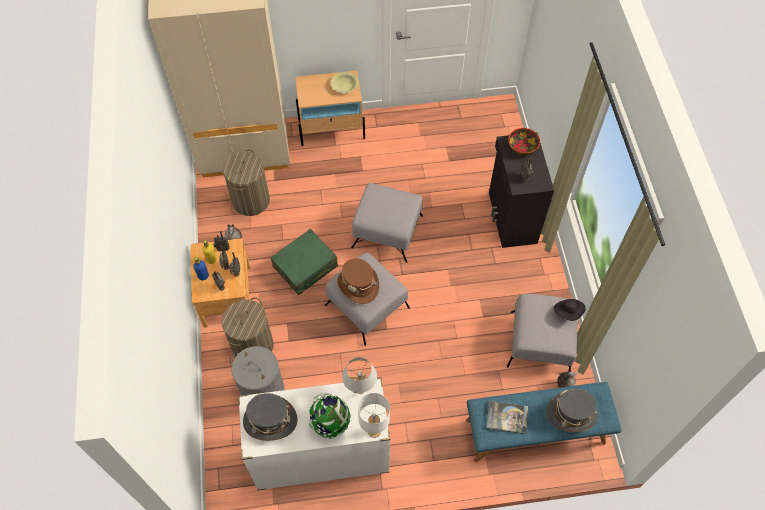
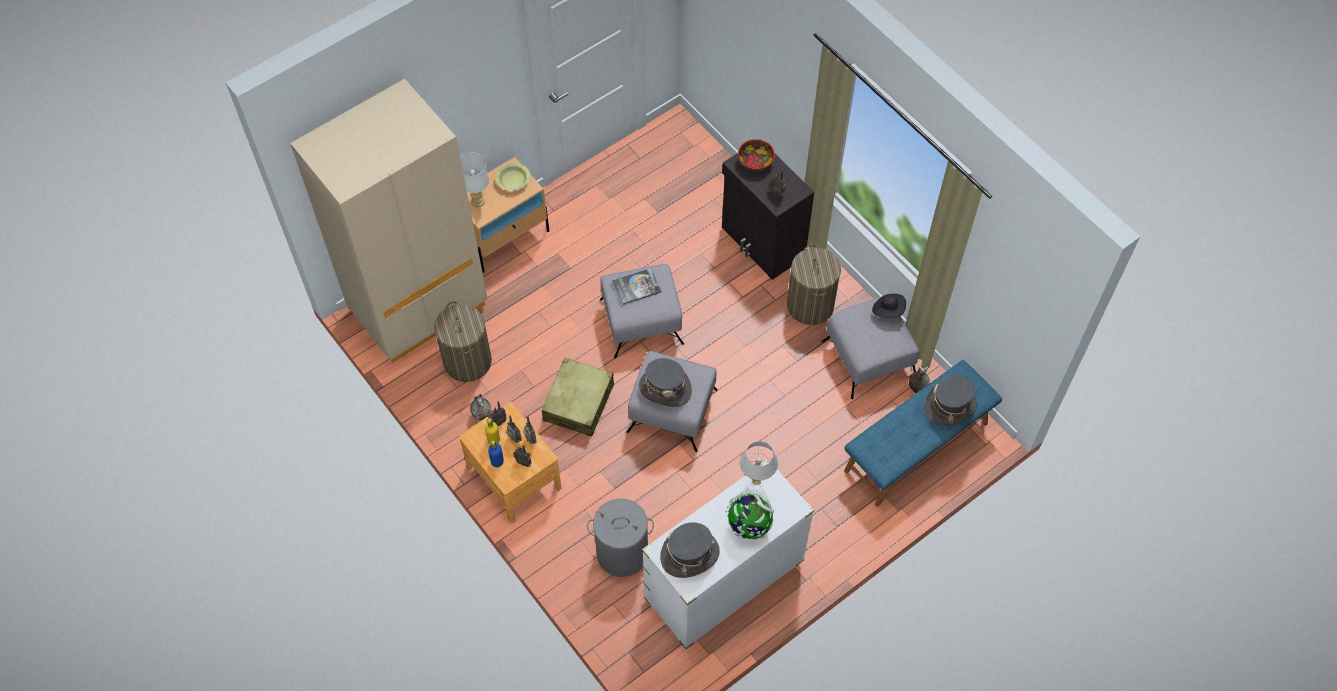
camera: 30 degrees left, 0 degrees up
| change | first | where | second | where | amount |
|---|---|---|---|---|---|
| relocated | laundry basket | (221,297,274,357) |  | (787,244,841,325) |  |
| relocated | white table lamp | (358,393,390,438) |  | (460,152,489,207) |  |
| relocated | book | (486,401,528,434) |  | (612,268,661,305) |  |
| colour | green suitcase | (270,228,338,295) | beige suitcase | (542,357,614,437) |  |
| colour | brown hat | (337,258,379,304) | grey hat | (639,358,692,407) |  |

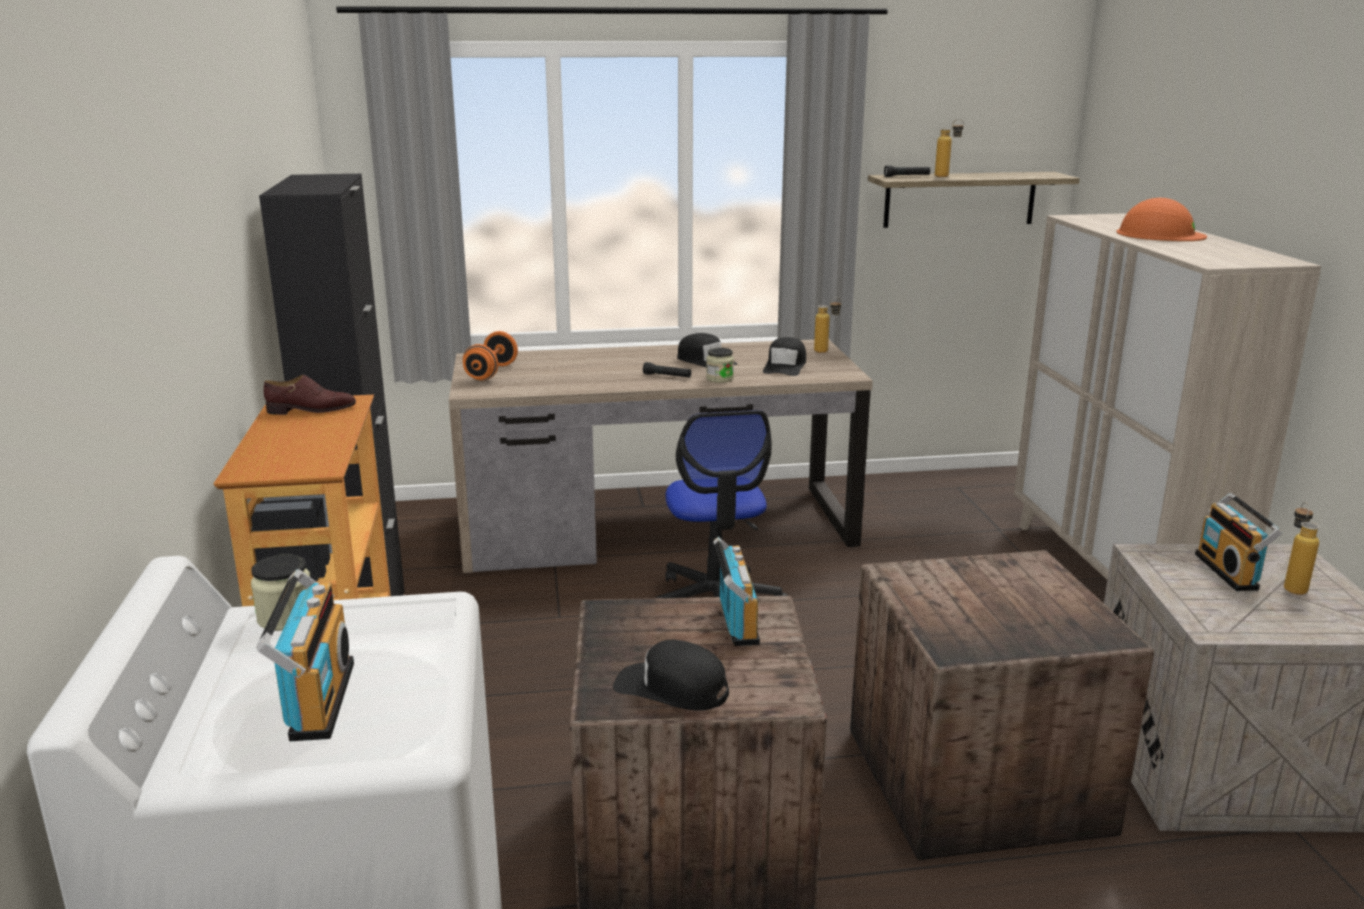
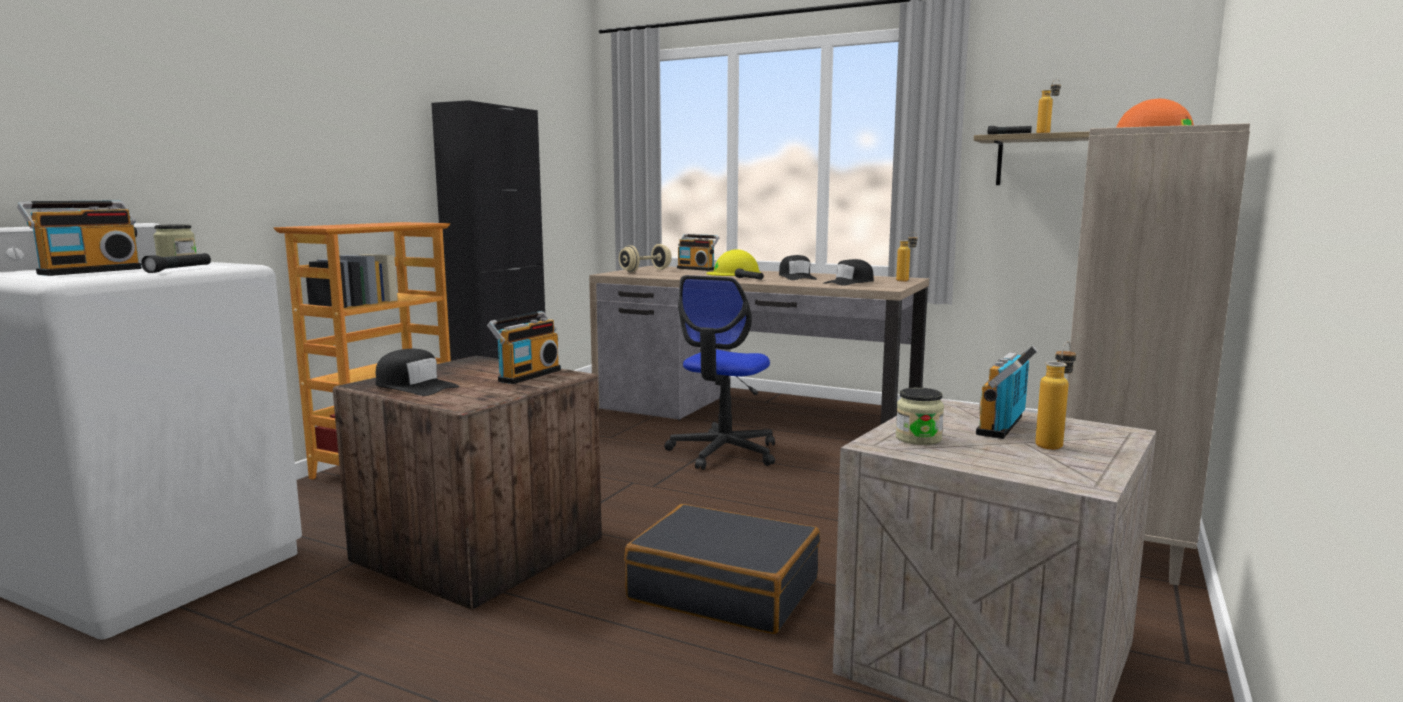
camera: 35 degrees right, 10 degrees down
| change | first | where | second | where | amount |
|---|---|---|---|---|---|
| missing | brown shoe | (264,375,356,415) |  |  |  |
| appeared |  |  | black flashlight | (141,253,211,273) |  |
| appeared |  |  | radio | (677,234,719,271) |  |
| appeared |  |  | yellow hard hat | (706,249,761,276) |  |
| relocated | jar | (706,348,734,383) |  | (896,388,944,445) |  |
| exchanged | crate | (850,550,1154,860) | black suitcase | (624,504,820,634) |  |
| colour | orange dumbbell | (463,331,518,381) | beige dumbbell | (619,244,672,272) |  |
| spun | black cap | (613,640,729,711) |  | (375,348,460,396) | 150 degrees clockwise |

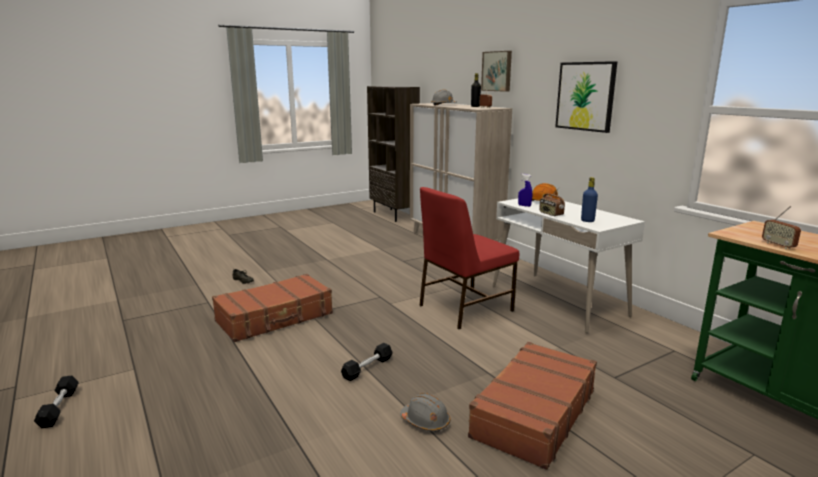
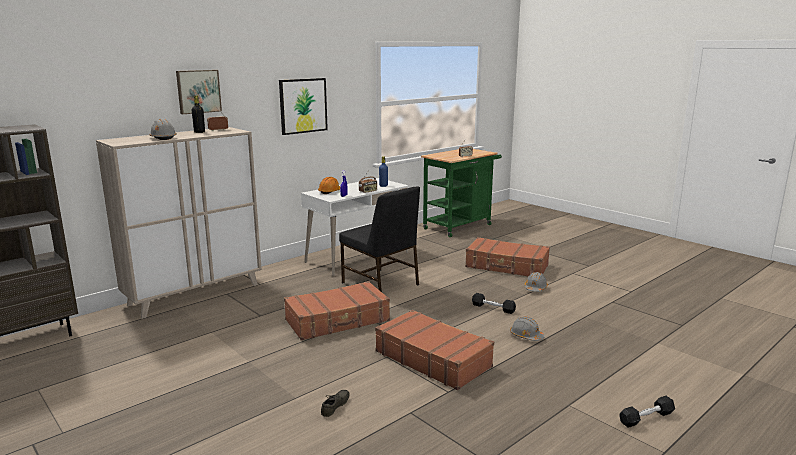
camera: 100 degrees left, 0 degrees up
| change | first | where | second | where | amount |
|---|---|---|---|---|---|
| appeared |  |  | brown suitcase | (284,281,390,340) |  |
| appeared |  |  | grey hard hat | (510,317,545,341) |  |
| colour | red chair | (419,187,519,329) | black chair | (339,187,420,292) |  |

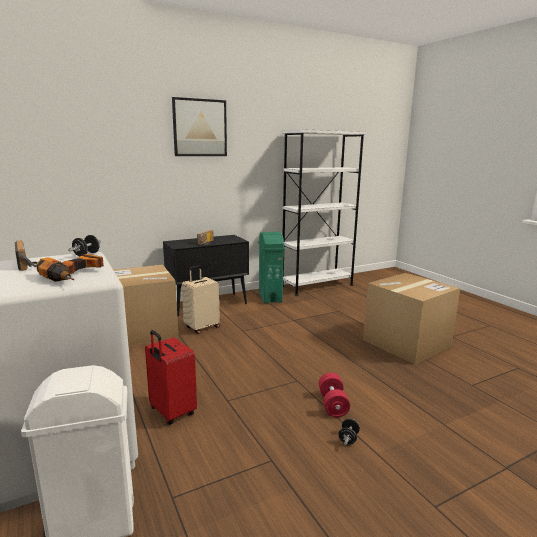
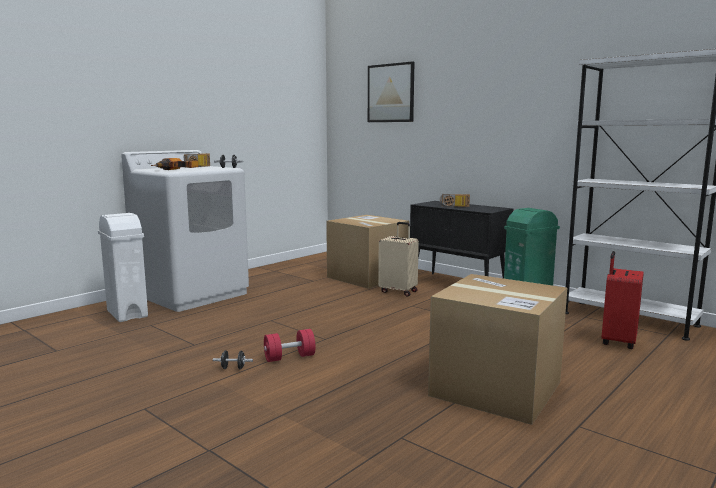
camera: 70 degrees right, 5 degrees down
| change | first | where | second | where | amount |
|---|---|---|---|---|---|
| relocated | red suitcase | (145,330,197,425) |  | (601,251,644,349) |  |
| relocated | picture | (172,97,227,156) |  | (368,61,414,122) |  |

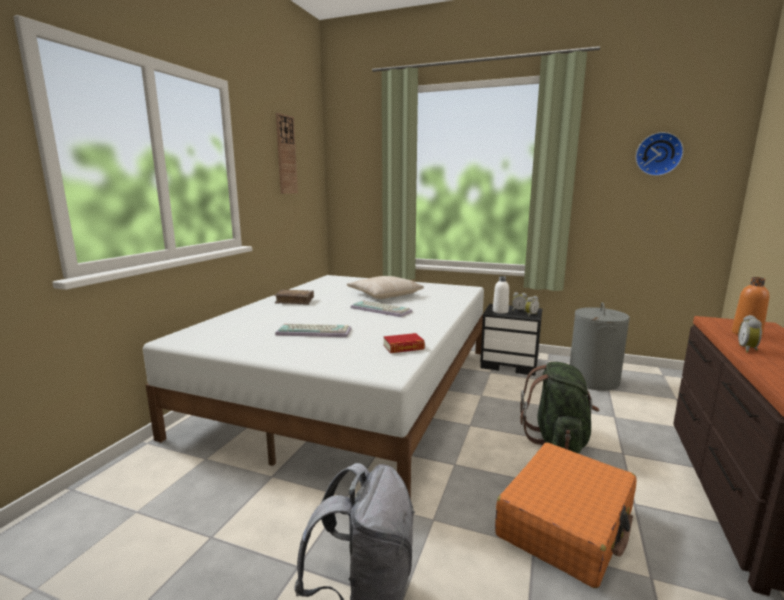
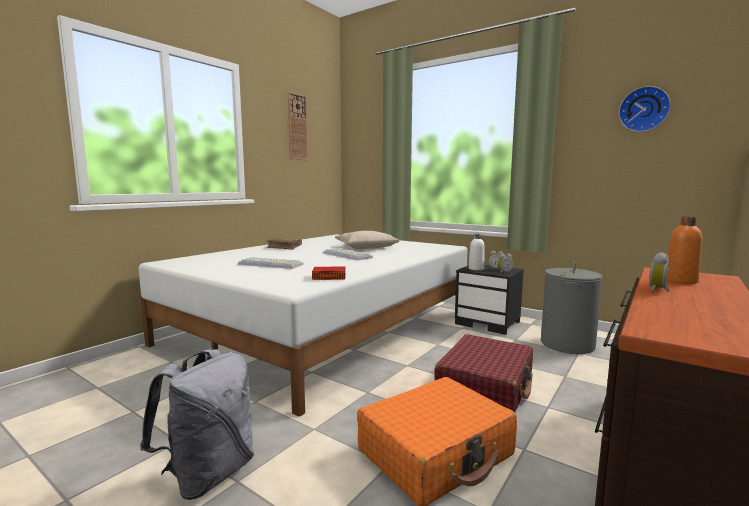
camera: 15 degrees right, 5 degrees down
| change | first | where | second | where | amount |
|---|---|---|---|---|---|
| exchanged | green backpack | (520,362,599,454) | red suitcase | (434,334,533,412) |  |

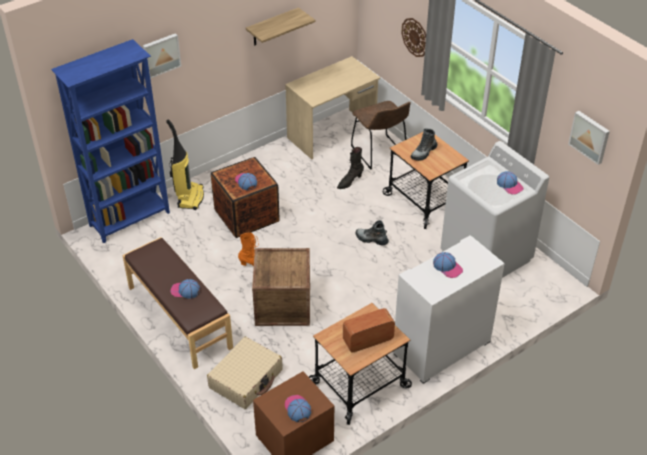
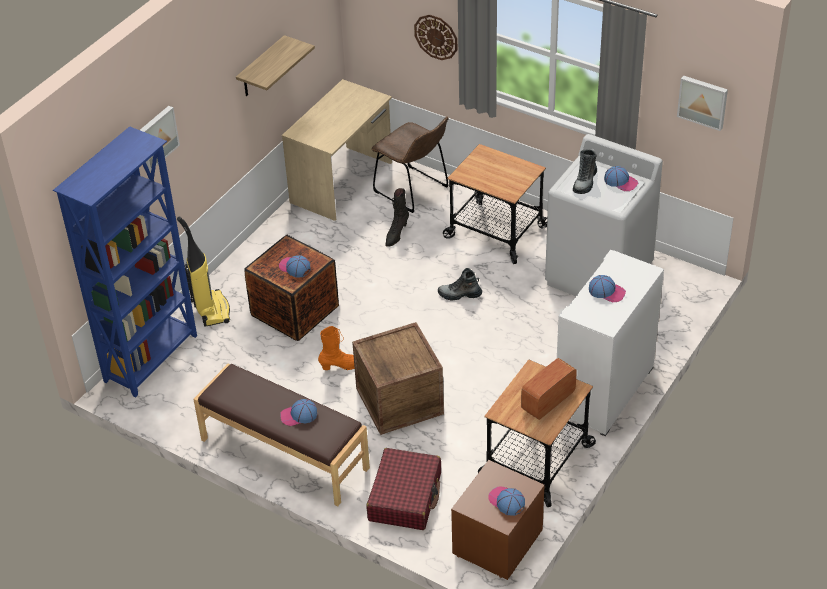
camera: 20 degrees left, 0 degrees up
| change | first | where | second | where | amount |
|---|---|---|---|---|---|
| relocated | boot | (410,129,437,161) |  | (573,149,597,194) |  |
| colour | beige suitcase | (207,337,283,409) | red suitcase | (366,448,441,530) |  |

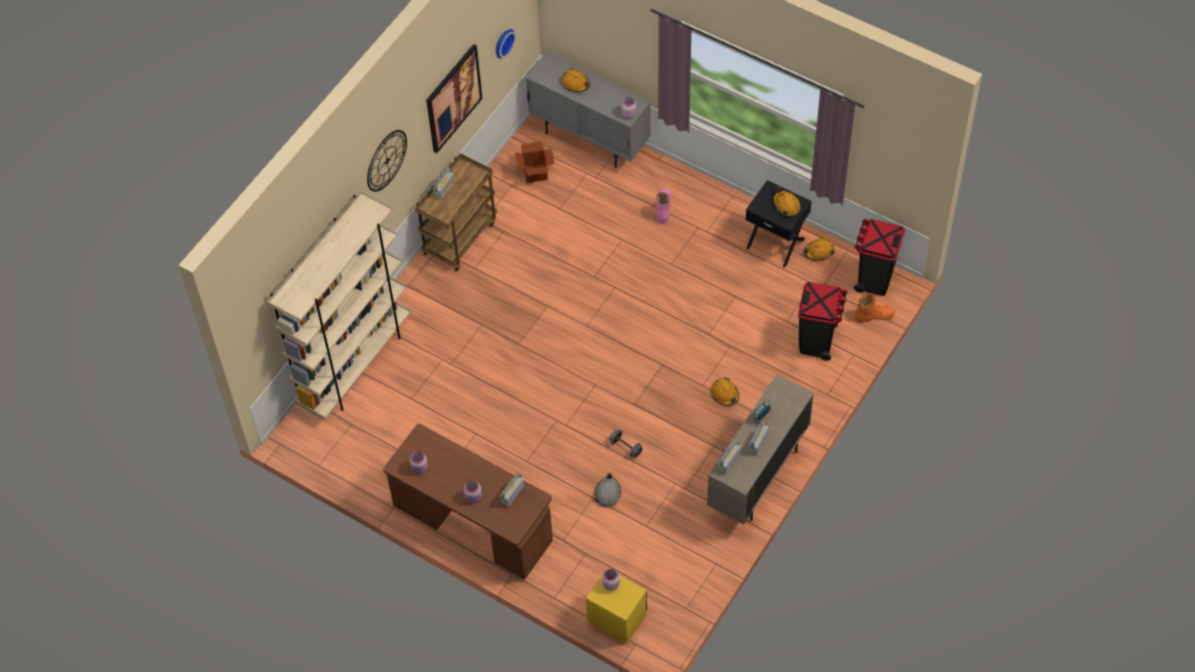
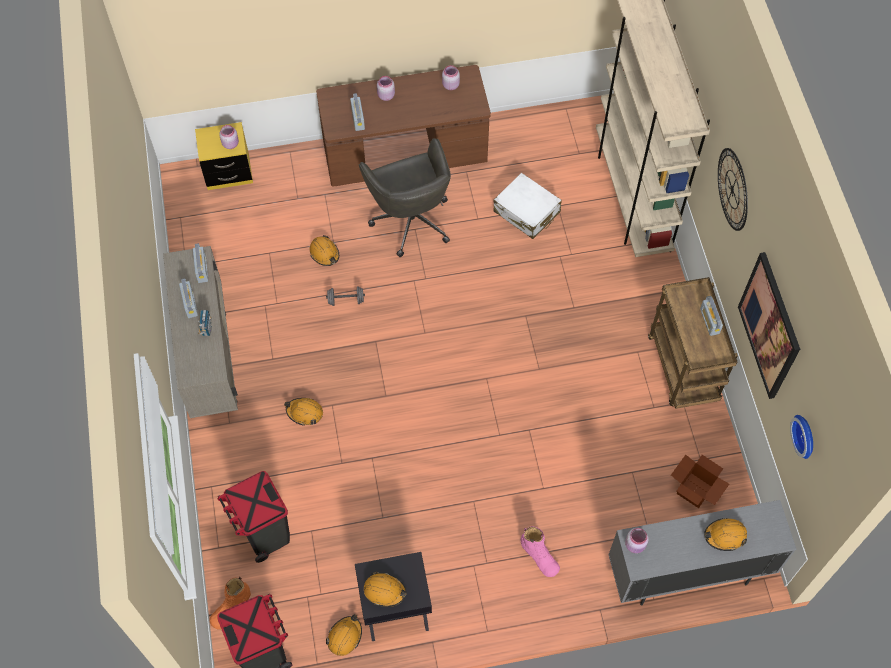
camera: 135 degrees right, 5 degrees up
| change | first | where | second | where | amount |
|---|---|---|---|---|---|
| appeared |  |  | grey office chair | (359,138,451,257) |  |
| appeared |  |  | white suitcase | (493,173,562,239) |  |
| colour | grey hard hat | (594,473,621,507) | orange hard hat | (310,235,339,266) |  |

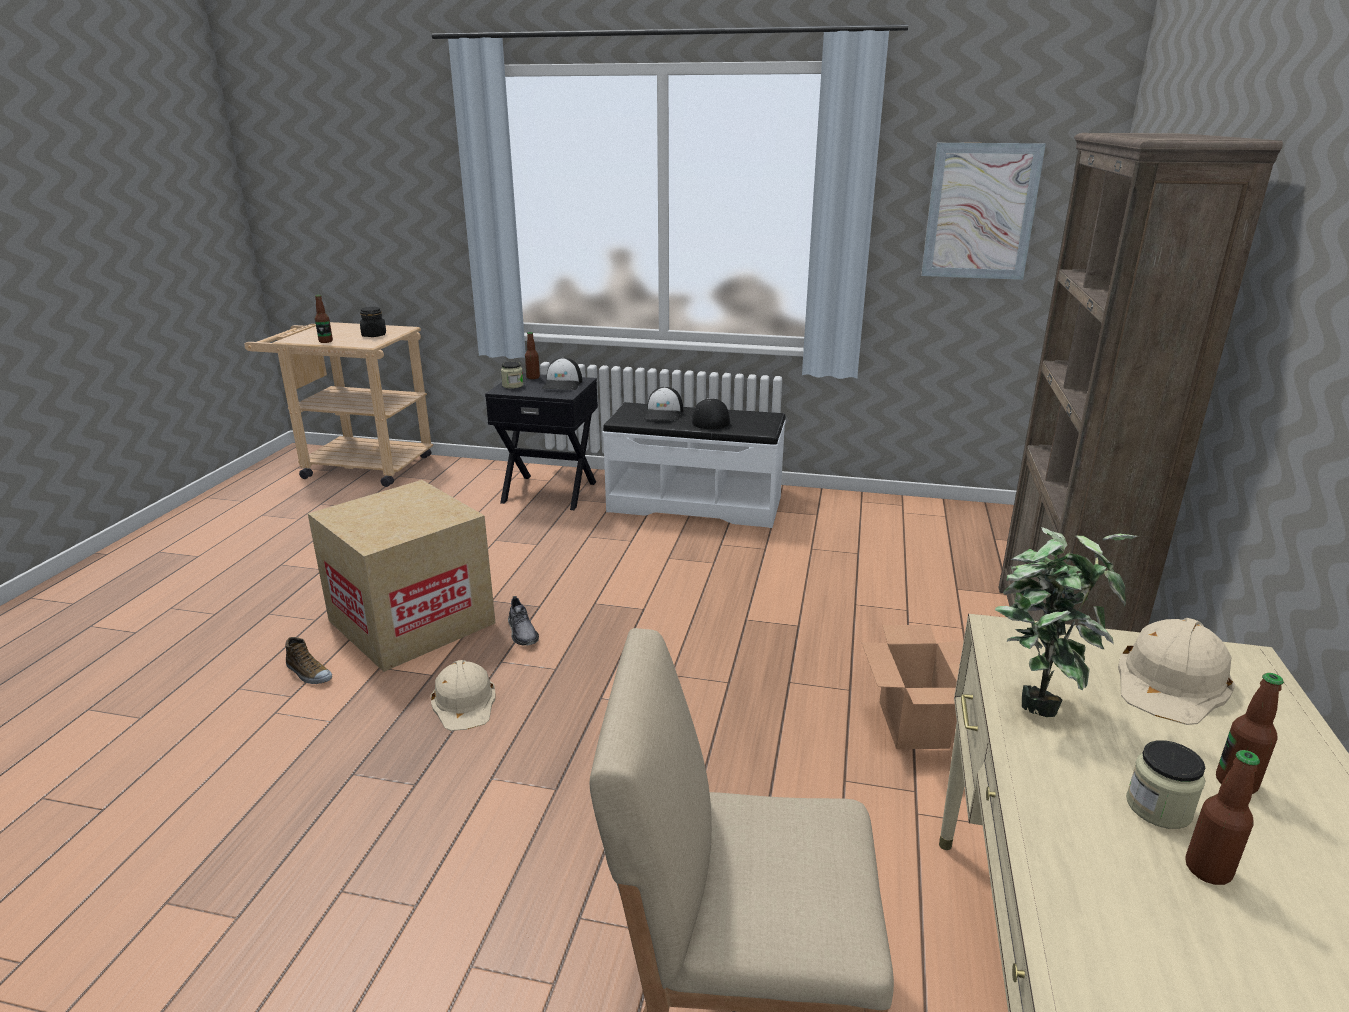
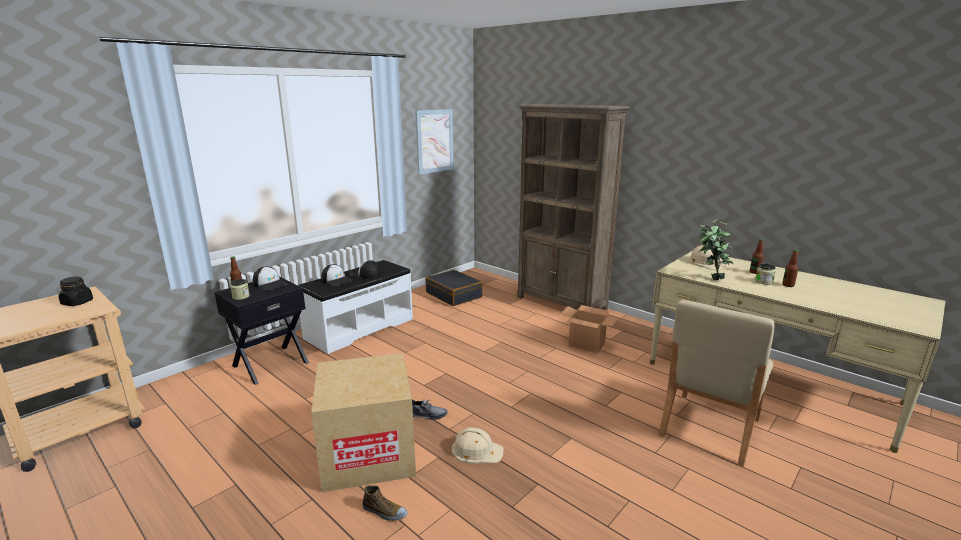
camera: 60 degrees left, 5 degrees down
| change | first | where | second | where | amount |
|---|---|---|---|---|---|
| missing | bottle | (315,295,333,343) |  |  |  |
| appeared |  |  | black suitcase | (425,270,483,306) |  |
| spun | shoe | (285,637,332,684) |  | (363,485,407,521) | 45 degrees clockwise |

